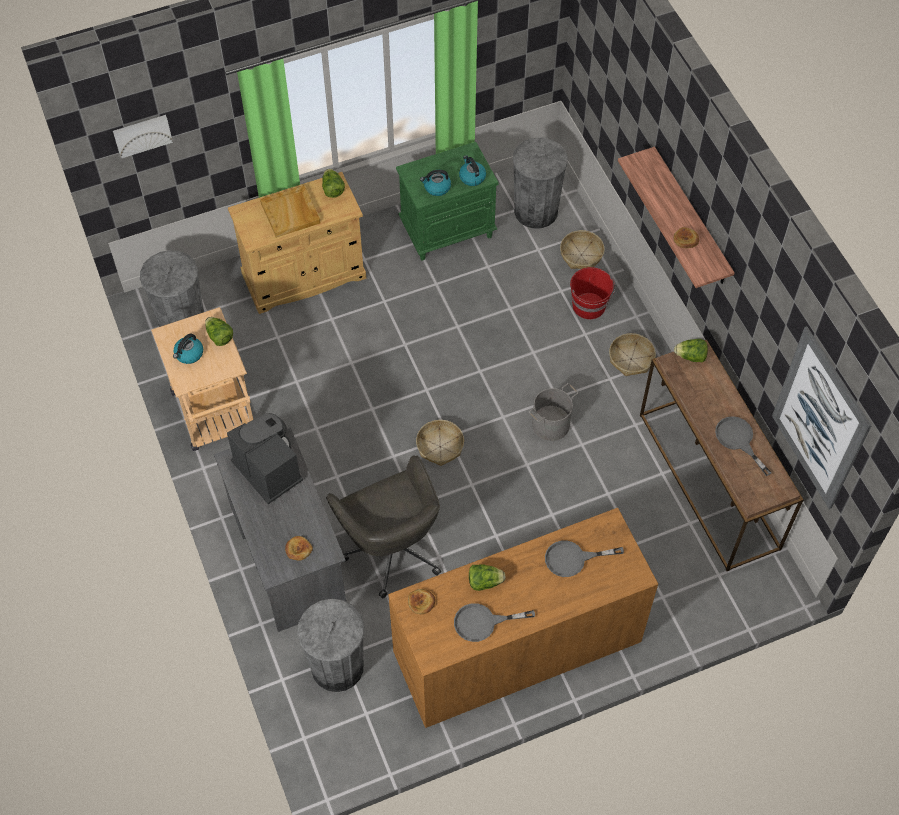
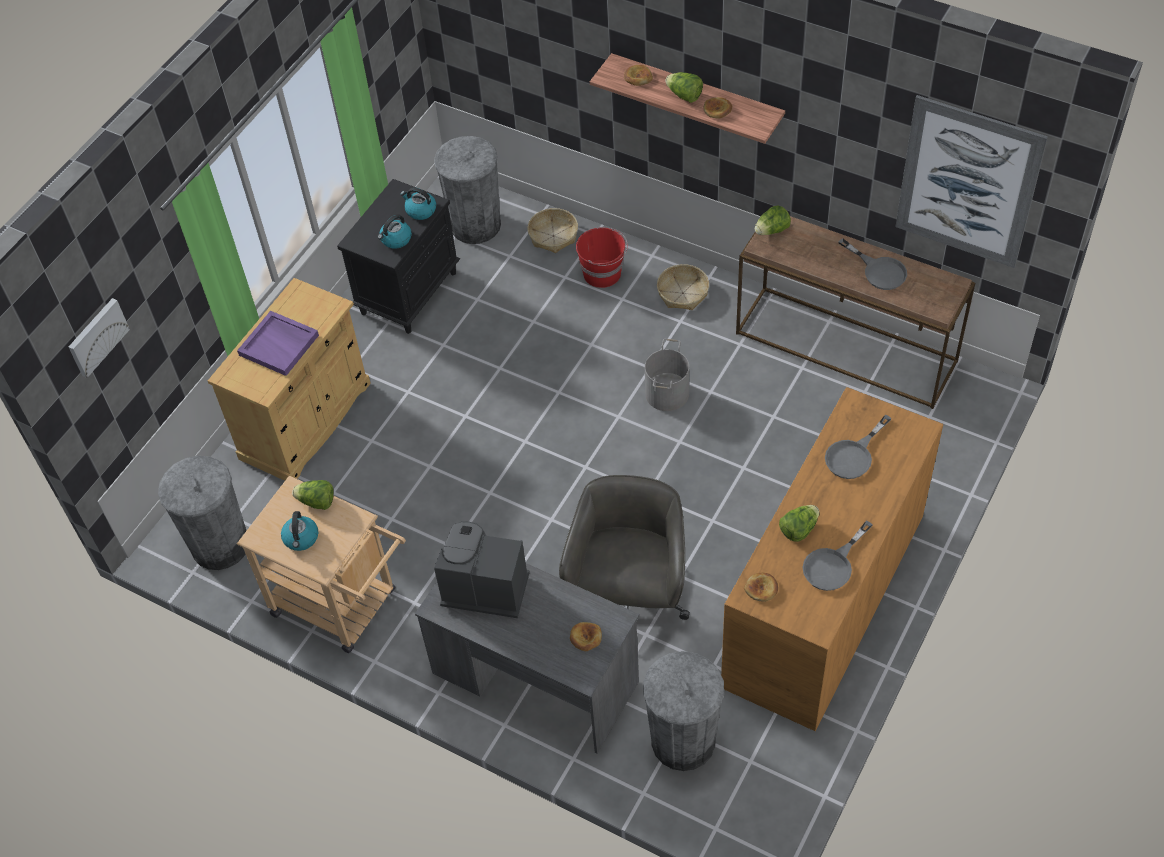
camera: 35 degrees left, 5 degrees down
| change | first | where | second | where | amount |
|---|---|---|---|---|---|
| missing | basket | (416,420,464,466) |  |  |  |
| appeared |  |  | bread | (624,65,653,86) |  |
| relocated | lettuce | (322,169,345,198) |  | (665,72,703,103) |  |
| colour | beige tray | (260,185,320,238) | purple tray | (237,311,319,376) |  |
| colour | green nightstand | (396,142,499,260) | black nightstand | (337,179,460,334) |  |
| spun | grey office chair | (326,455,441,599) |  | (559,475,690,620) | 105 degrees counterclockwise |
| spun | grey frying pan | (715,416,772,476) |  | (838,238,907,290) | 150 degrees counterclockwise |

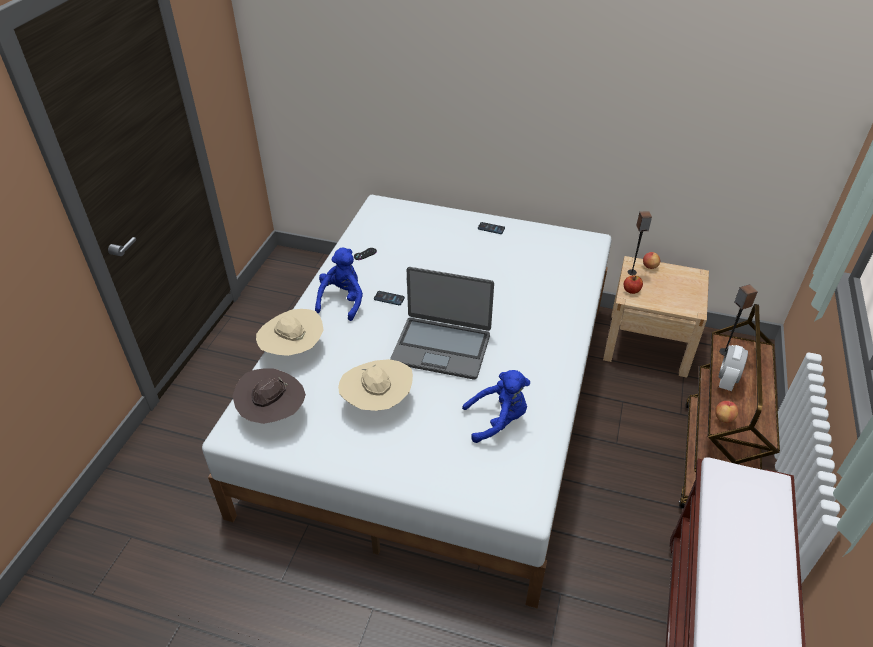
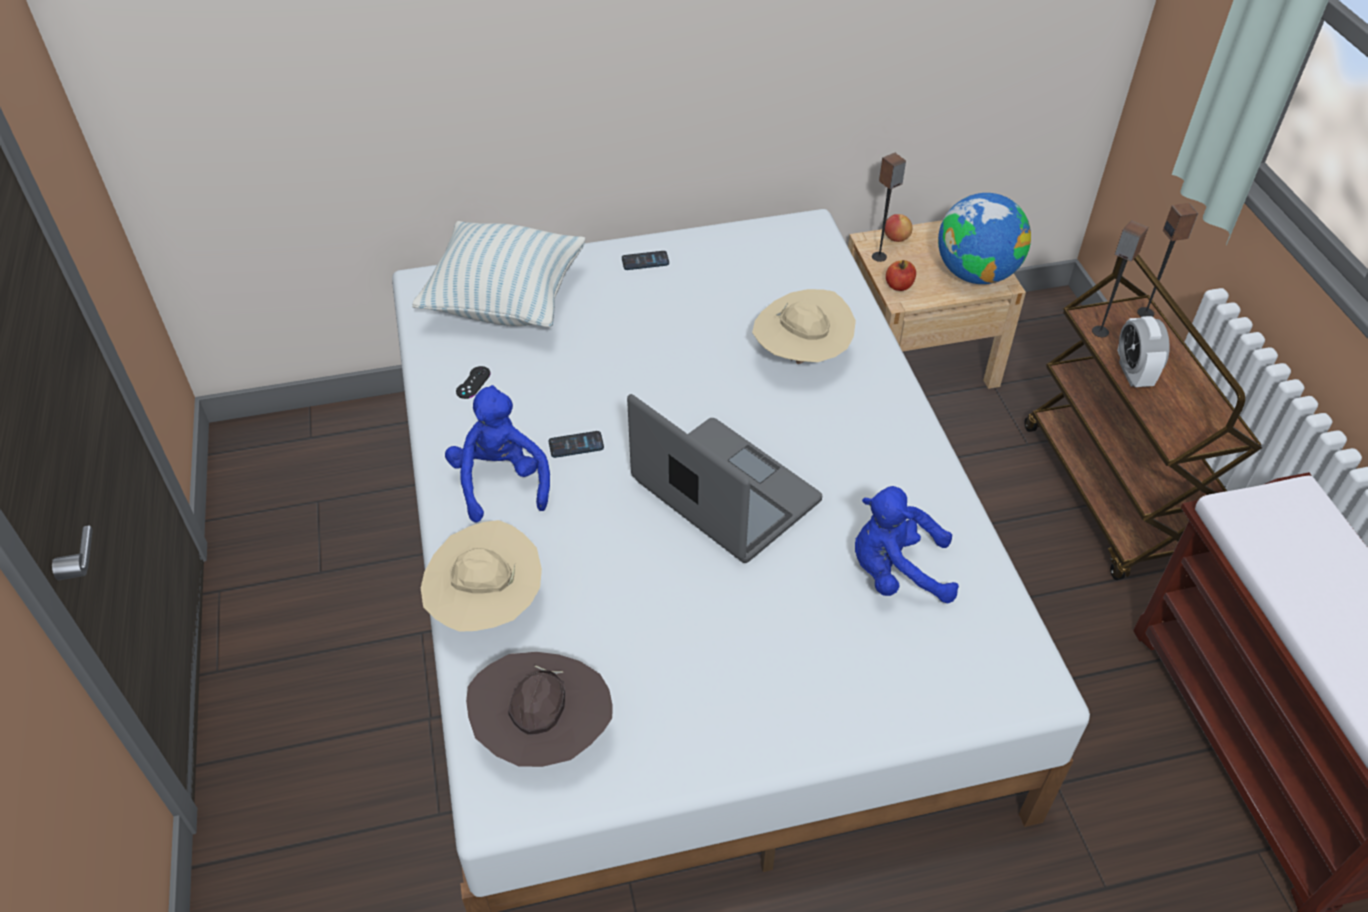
camera: 30 degrees left, 5 degrees up
| change | first | where | second | where | amount |
|---|---|---|---|---|---|
| missing | apple | (715,401,738,423) |  |  |  |
| appeared |  |  | pillow | (412,221,586,328) |  |
| appeared |  |  | globe | (938,193,1031,284) |  |
| appeared |  |  | speaker | (1137,203,1198,317) |  |
| relocated | beige hat | (338,359,413,411) |  | (752,289,856,364) |  |
| spun | laptop | (390,267,494,380) |  | (627,394,822,563) | 120 degrees counterclockwise |
| spun | blue plush toy | (462,370,530,443) |  | (855,486,959,603) | 135 degrees counterclockwise |

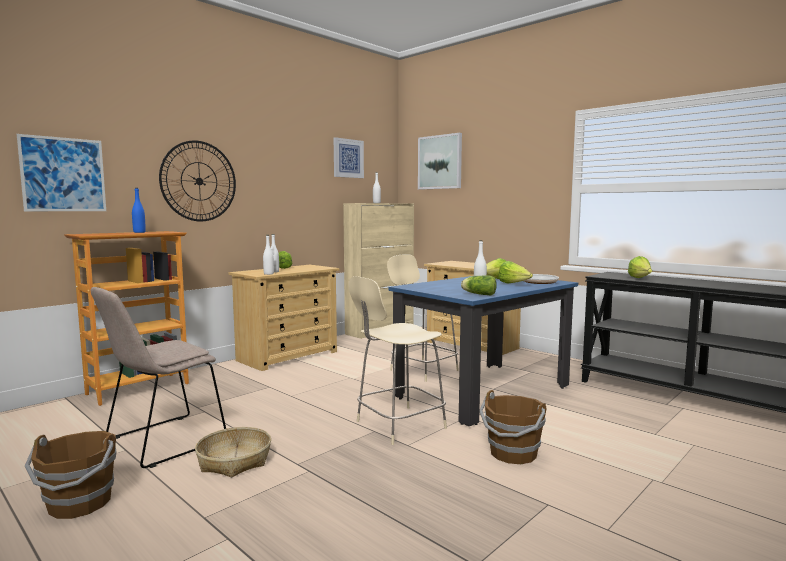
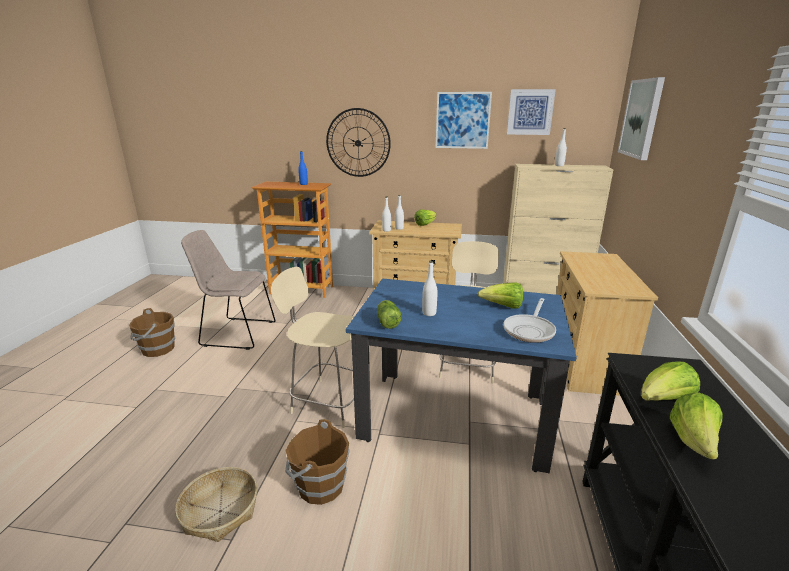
camera: 55 degrees right, 15 degrees up
| change | first | where | second | where | amount |
|---|---|---|---|---|---|
| relocated | picture | (17,134,106,211) |  | (435,92,492,149) |  |
| relocated | basket | (195,427,271,477) |  | (175,467,257,542) |  |
| relocated | lettuce | (499,261,533,283) |  | (670,392,723,460) |  |

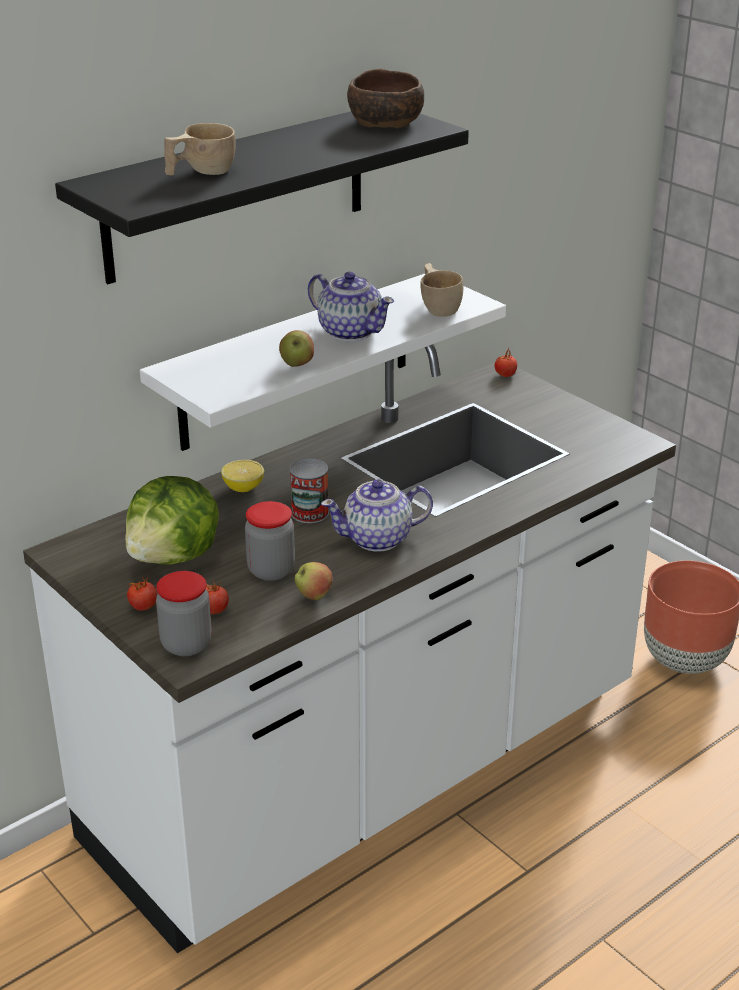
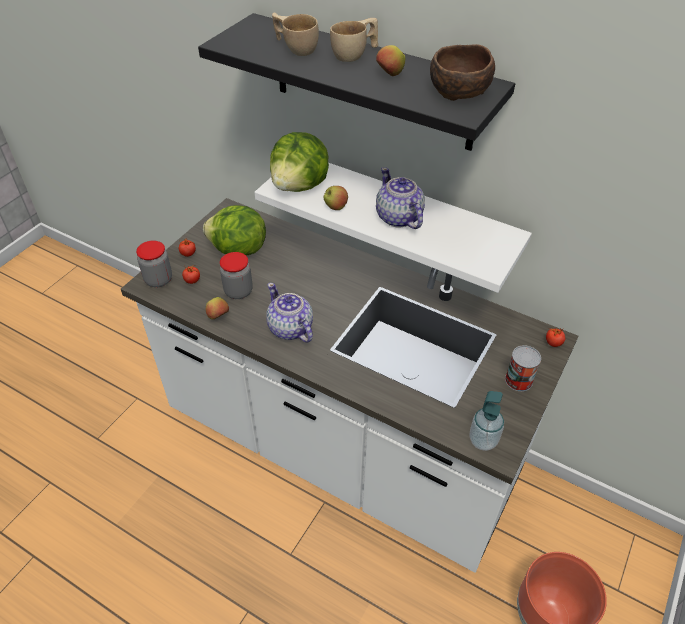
camera: 70 degrees right, 15 degrees up
| change | first | where | second | where | amount |
|---|---|---|---|---|---|
| missing | lemon | (221,460,264,492) |  |  |  |
| appeared |  |  | lettuce | (270,132,329,192) |  |
| appeared |  |  | apple | (376,45,405,76) |  |
| appeared |  |  | soap dispenser | (469,391,504,451) |  |
| relocated | can | (290,458,329,523) |  | (505,345,541,392) |  |
| relocated | beige cup | (420,263,463,317) |  | (330,18,378,62) |  |
| spun | teapot | (308,272,394,341) |  | (376,167,425,229) | 135 degrees clockwise |

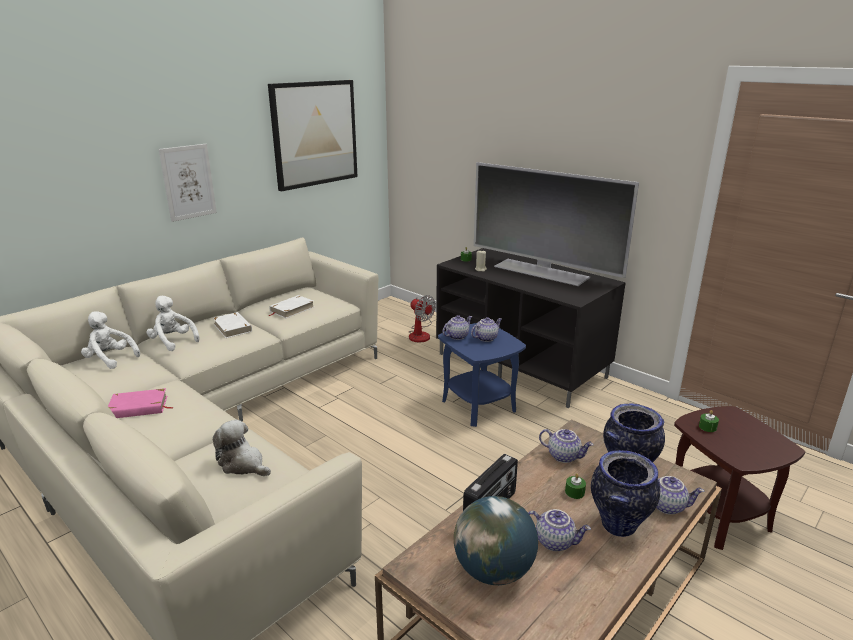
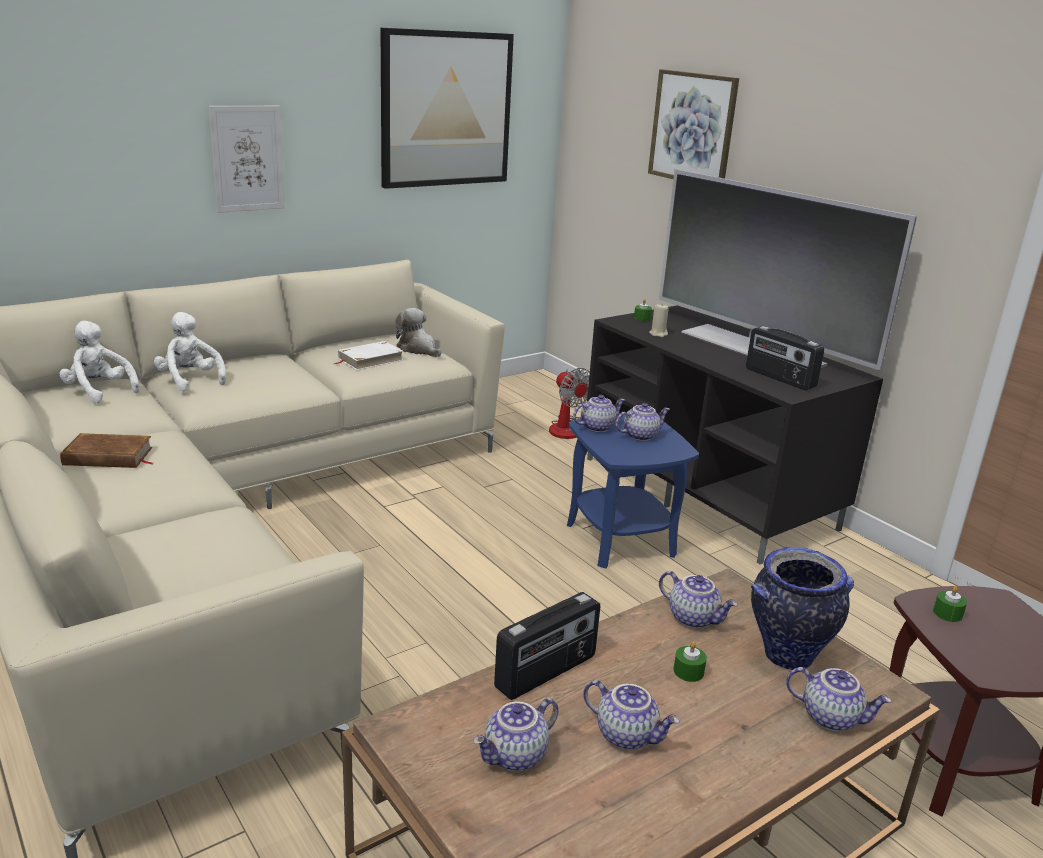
camera: 10 degrees right, 0 degrees up
| change | first | where | second | where | amount |
|---|---|---|---|---|---|
| missing | white book | (213,312,252,338) |  |  |  |
| missing | vase | (591,450,660,537) |  |  |  |
| appeared |  |  | picture | (648,69,739,179) |  |
| appeared |  |  | radio | (746,326,824,390) |  |
| relocated | plush toy | (213,419,271,476) |  | (395,308,442,357) |  |
| exchanged | globe | (454,496,538,585) | teapot | (473,698,559,771) |  |
| colour | pink book | (108,388,173,418) | brown book | (60,433,153,468) |  |

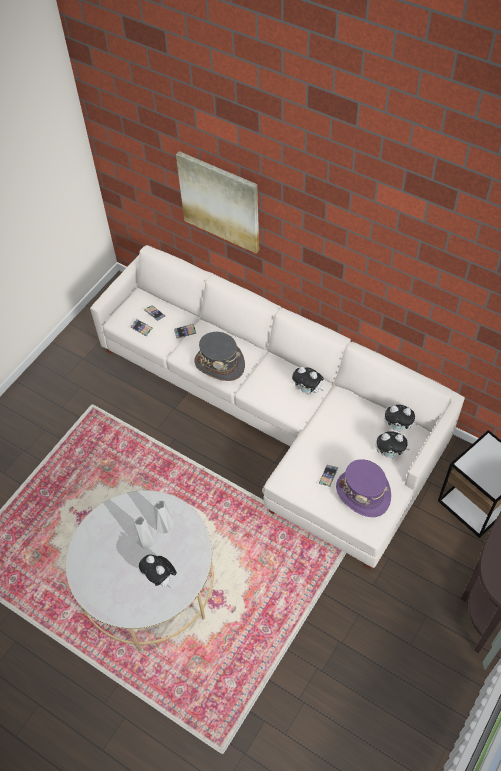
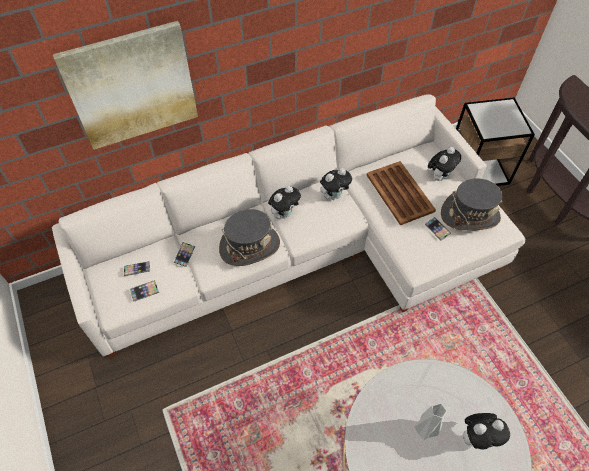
camera: 60 degrees left, 0 degrees up
| change | first | where | second | where | amount |
|---|---|---|---|---|---|
| missing | grey vase | (154,500,175,533) |  |  |  |
| appeared |  |  | brown tray | (367,161,436,225) |  |
| relocated | plush toy | (384,405,418,432) |  | (268,185,301,219) |  |
| colour | purple hat | (336,459,391,517) | grey hat | (441,178,502,231) |  |

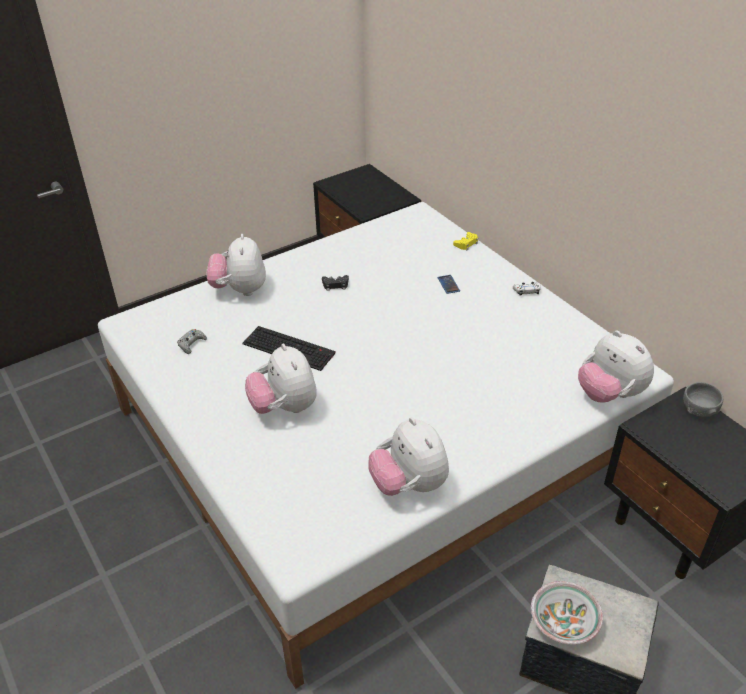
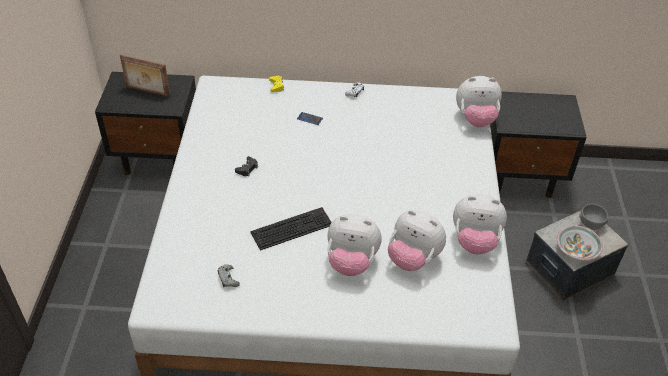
camera: 55 degrees left, 5 degrees up
| change | first | where | second | where | amount |
|---|---|---|---|---|---|
| appeared |  |  | picture frame | (120,55,171,97) |  |
| relocated | plush toy | (207,234,266,296) |  | (388,210,446,271) |  |
| relocated | grey bowl | (683,382,723,417) |  | (579,204,609,230) |  |

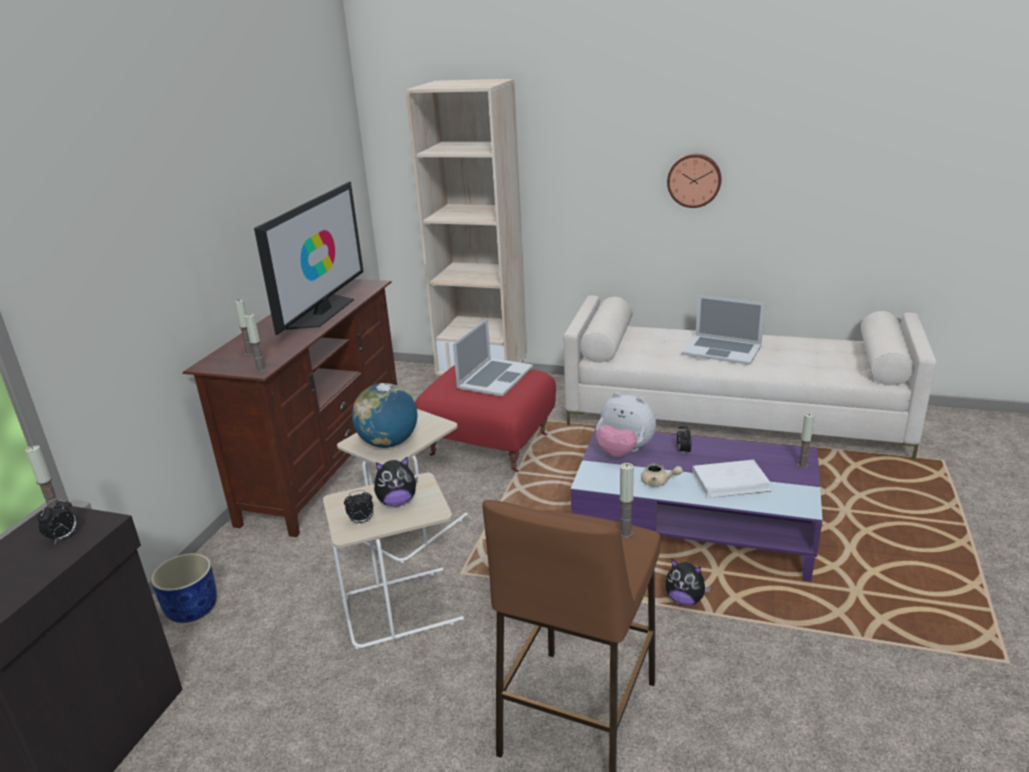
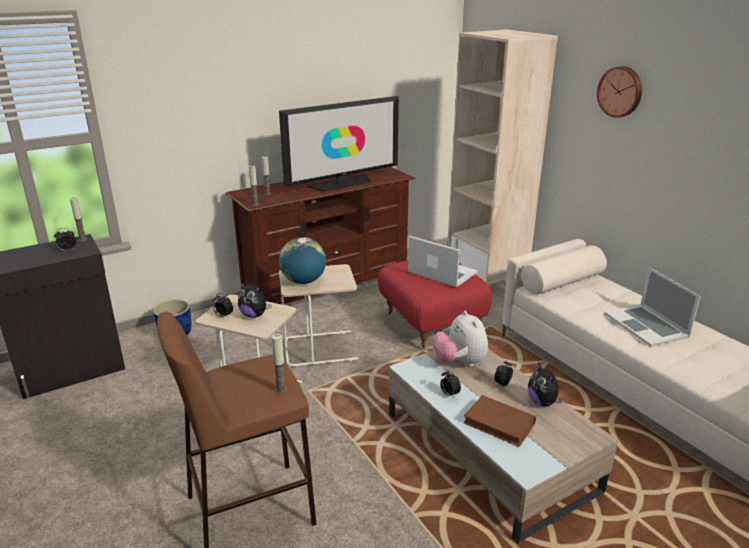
camera: 40 degrees right, 0 degrees up
| change | first | where | second | where | amount |
|---|---|---|---|---|---|
| missing | candle | (798,413,814,468) |  |  |  |
| relocated | plush toy | (665,559,711,606) |  | (528,362,563,406) |  |
| relocated | wall clock | (667,154,721,208) |  | (597,66,642,118) |  |
| exchanged | beige teapot | (641,463,683,487) | alarm clock | (440,370,461,398) |  |
| colour | purple coffee table | (571,428,823,582) | beige coffee table | (389,349,618,544) |  |
| colour | white book | (692,460,771,498) | brown book | (463,395,536,447) |  |
| spun | laptop | (453,318,533,396) |  | (408,236,478,287) | 120 degrees counterclockwise |

